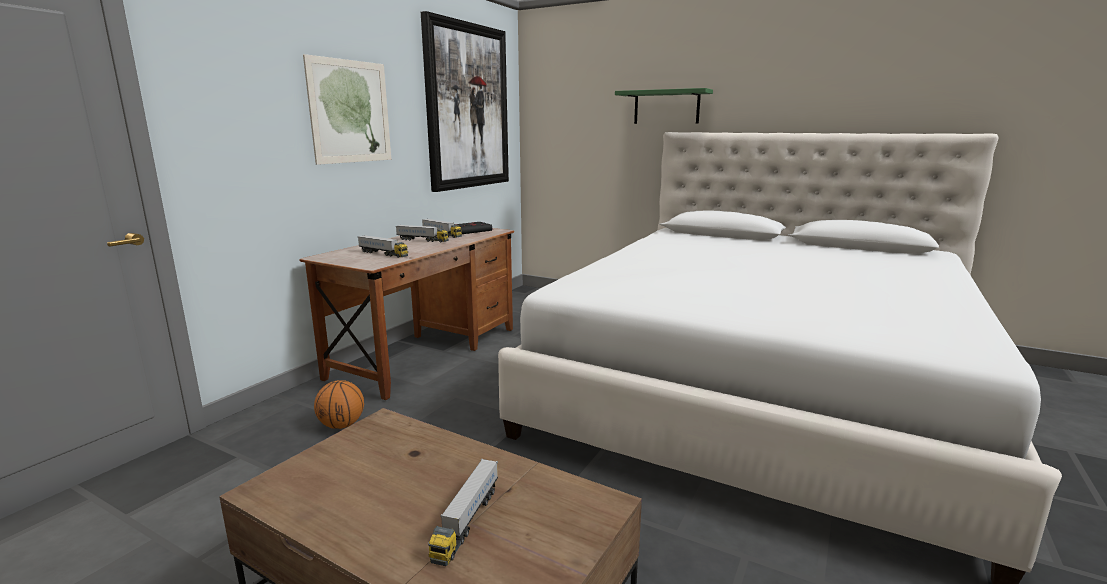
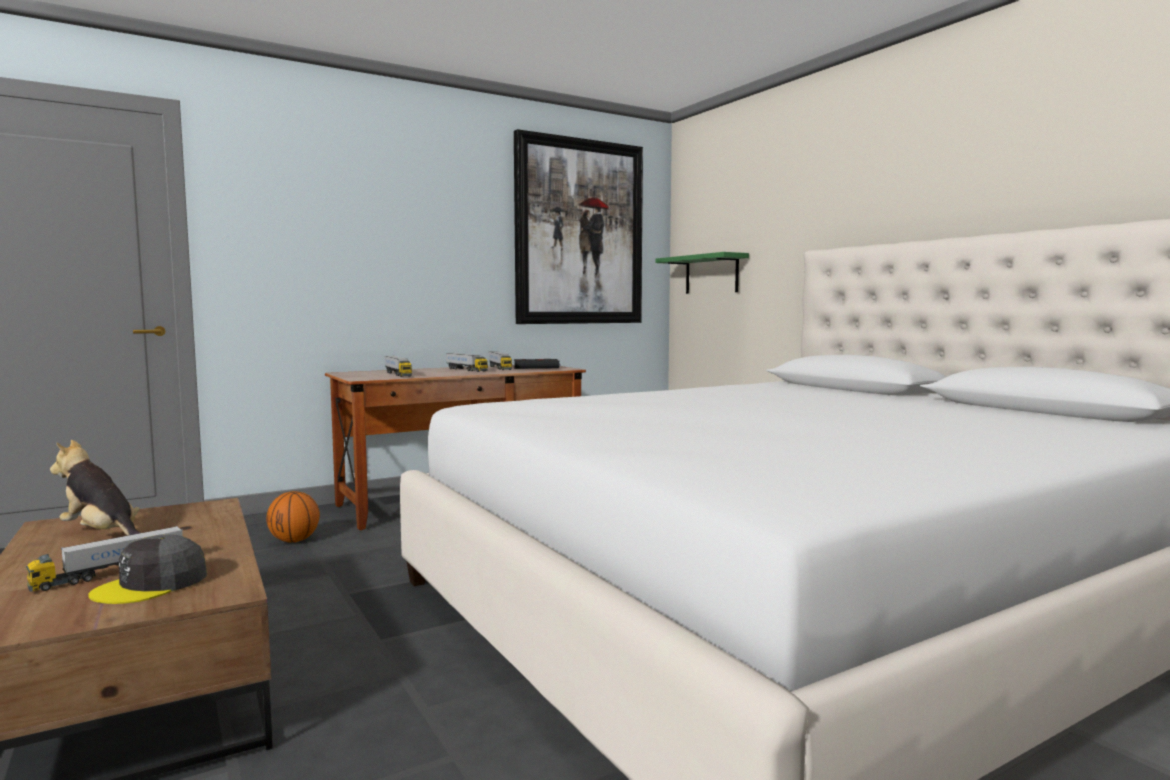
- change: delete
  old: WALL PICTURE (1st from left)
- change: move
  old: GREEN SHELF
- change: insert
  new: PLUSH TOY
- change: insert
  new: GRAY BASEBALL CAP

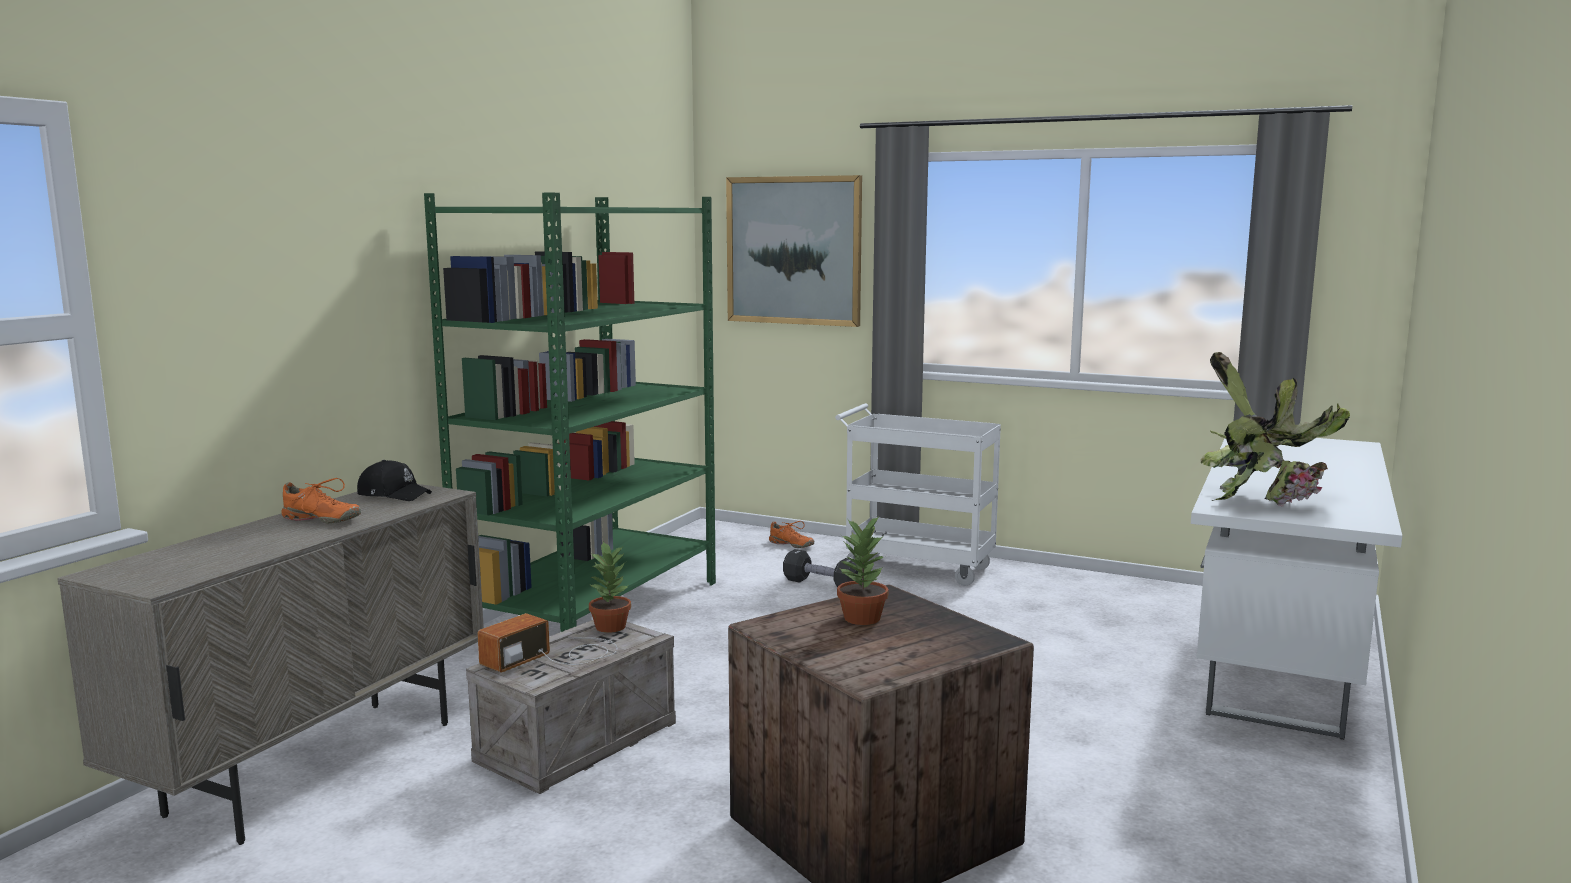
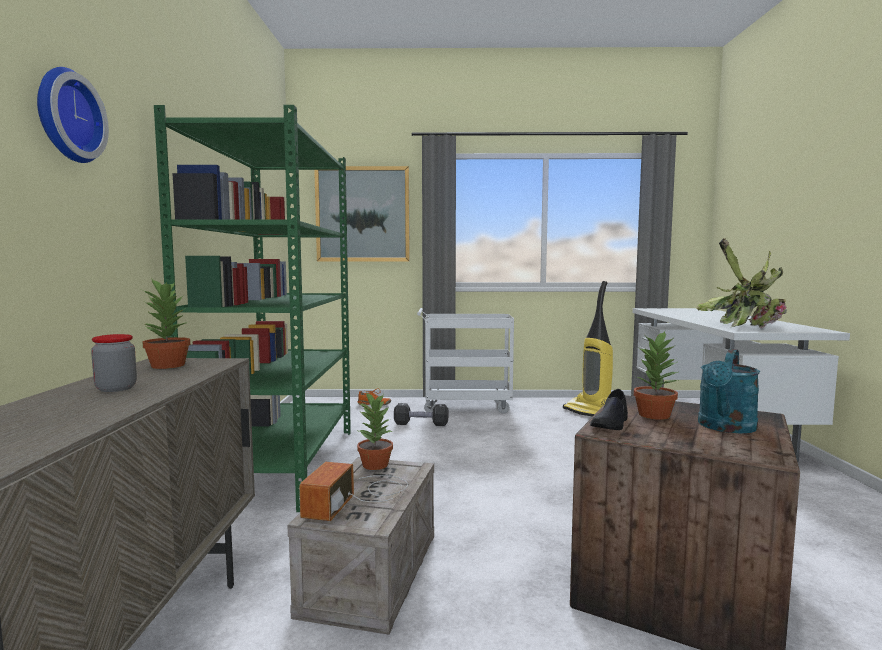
- change: replace
  old: BLACK-COLOURED BASEBALL CAP
  new: PLANT IN A POT (1st from left)
- change: replace
  old: ORANGE-COLOURED LOW SHOE (1st from left)
  new: STORAGE JAR
- change: insert
  new: HANGING CLOCK
- change: insert
  new: VACUUM CLEANER
- change: insert
  new: TURQUOISE-COLOURED SPRINKLING CAN
- change: insert
  new: BLACK-COLOURED LOW SHOE

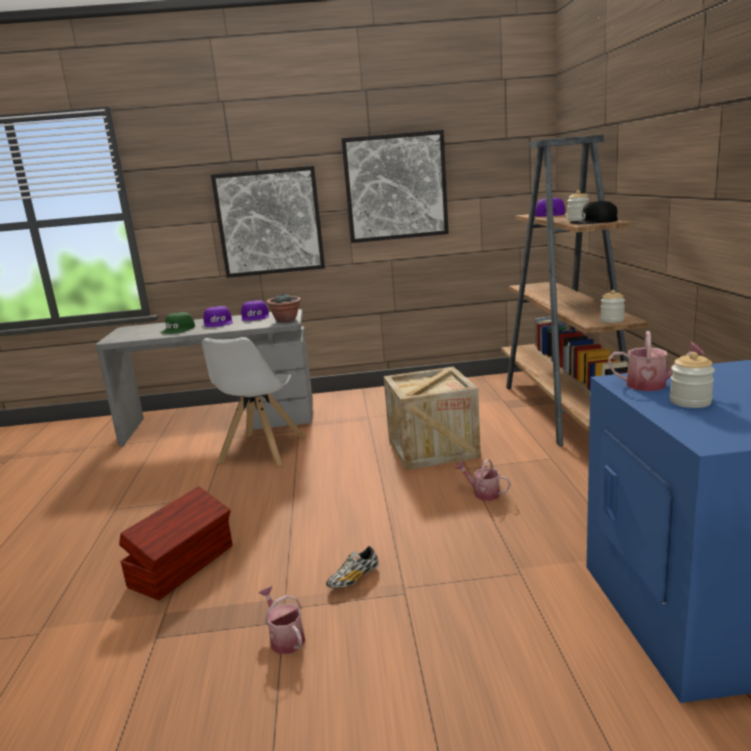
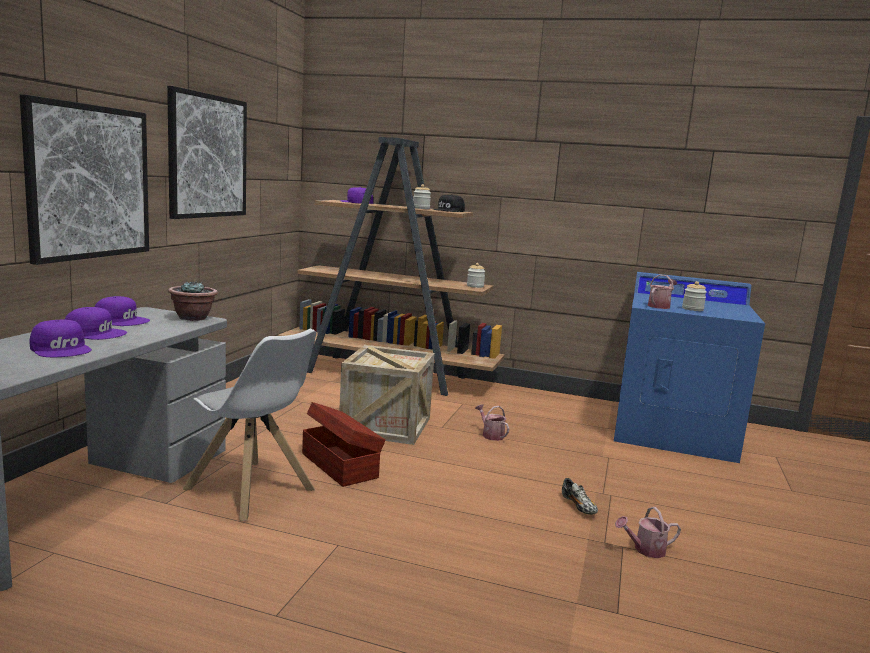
- change: recolor
  old: GREEN BASEBALL CAP
  new: PURPLE BASEBALL CAP (1st from left)
- change: rotate
  old: SPRINKLING CAN (2nd from left in the first image)
  degrees: 90
- change: move
  old: BROWN-COLOURED STORAGE BIN

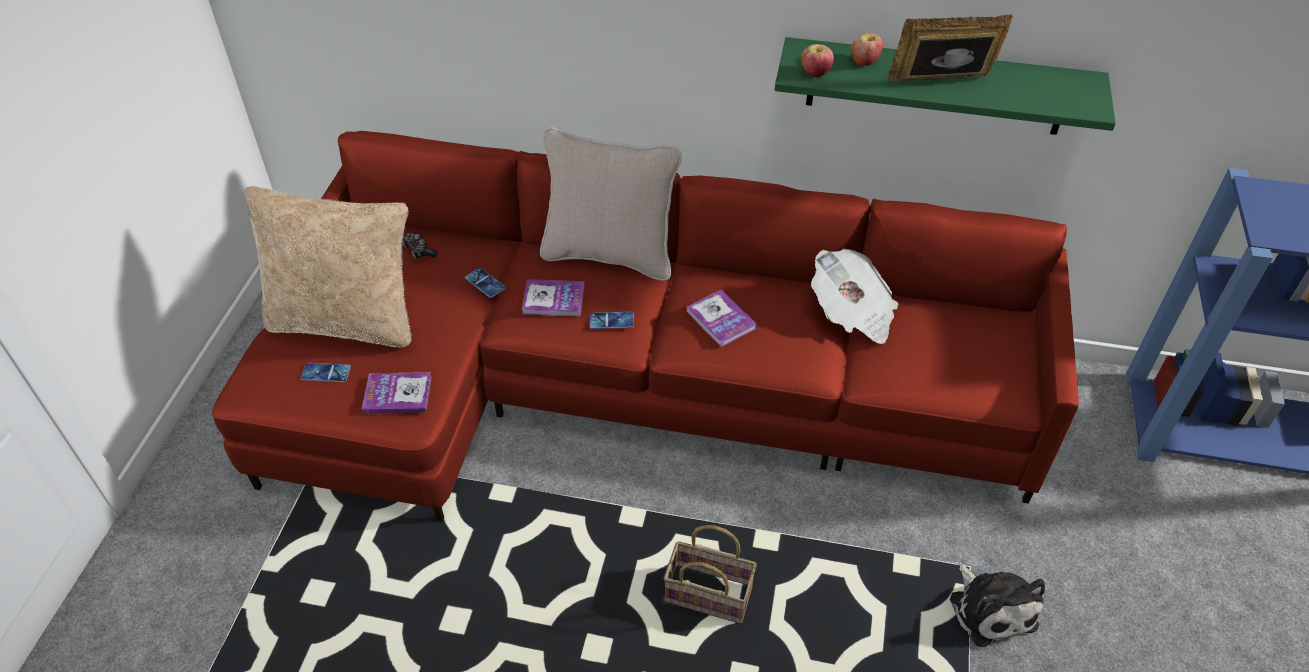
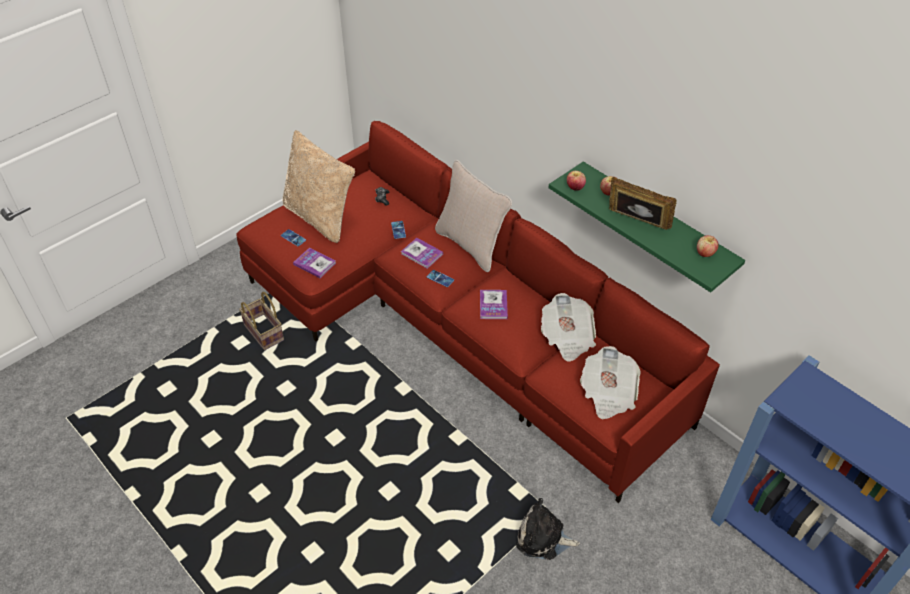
- change: move
  old: STORAGE BASKET
- change: rotate
  old: PLUSH TOY
  degrees: 90
- change: insert
  new: APPLE (3rd from left)
- change: insert
  new: PRINTED PAPER (2nd from left)

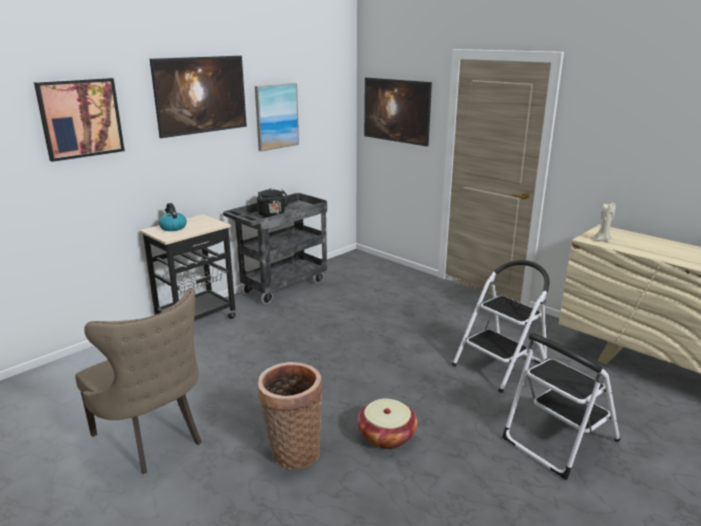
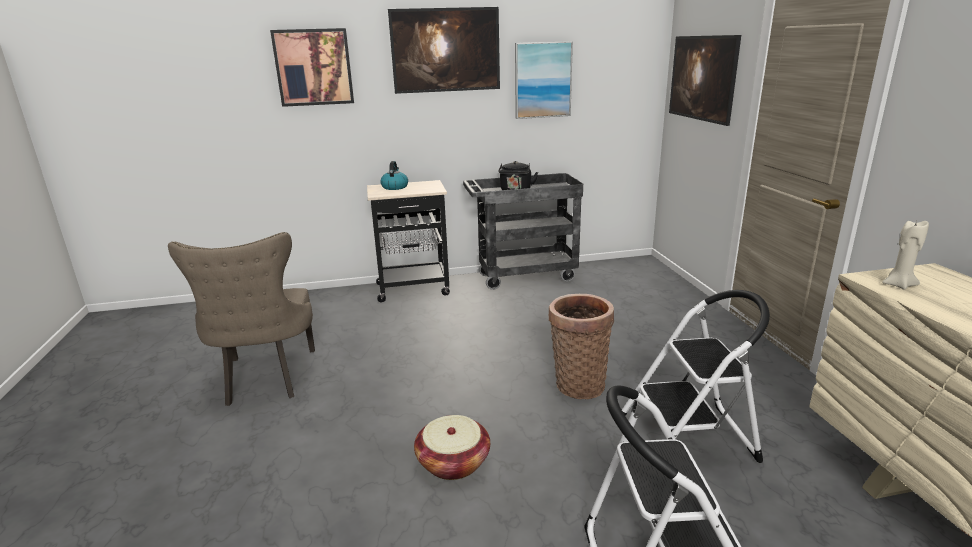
- change: move
  old: STORAGE BASKET (1st from left in the first image)
  new: STORAGE BASKET (2nd from left)

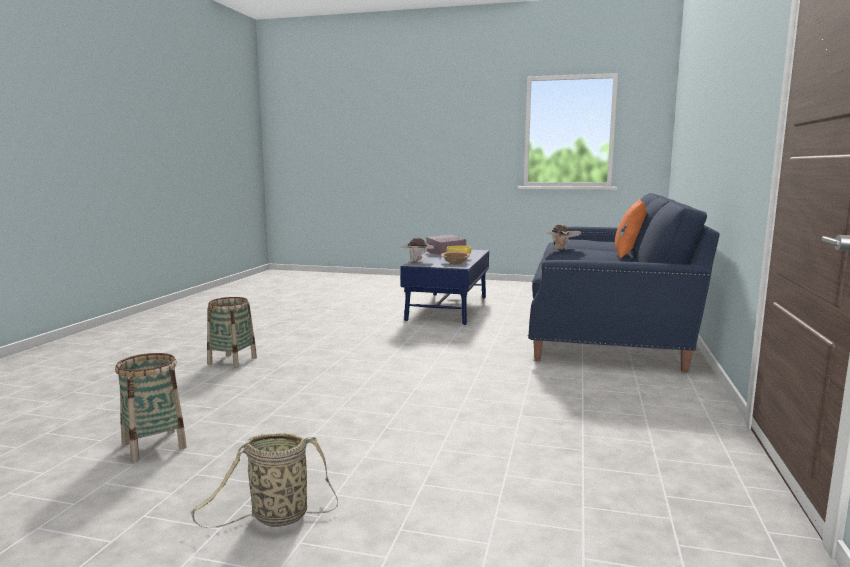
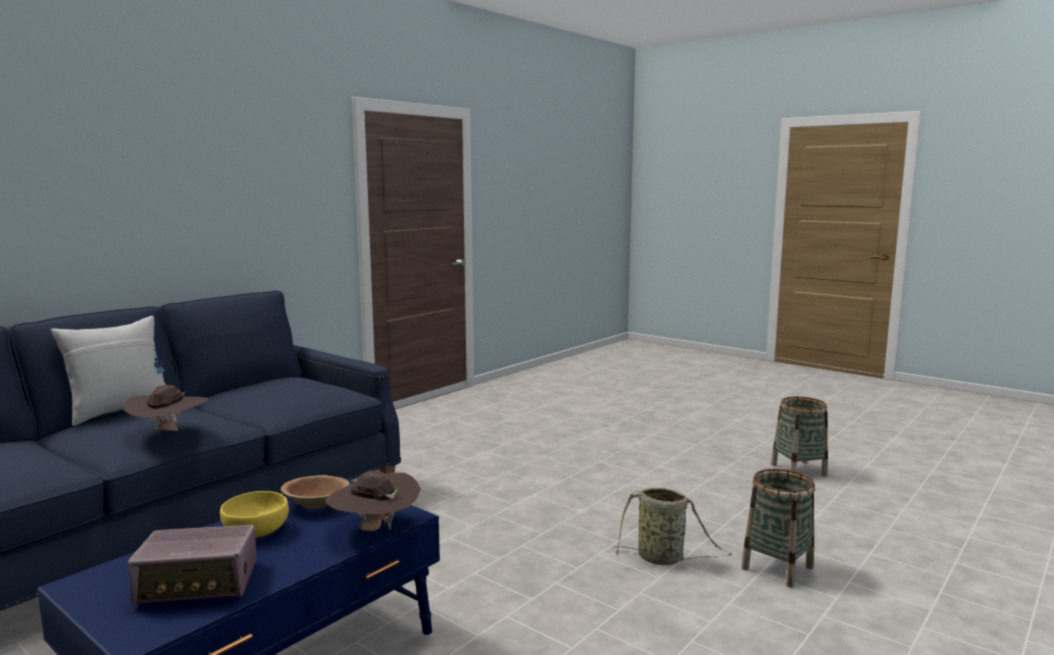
- change: recolor
  old: ORANGE-COLOURED PILLOW
  new: GRAY PILLOW
- change: move
  old: STORAGE BASKET (3rd from left in the first image)
  new: STORAGE BASKET (1st from left)

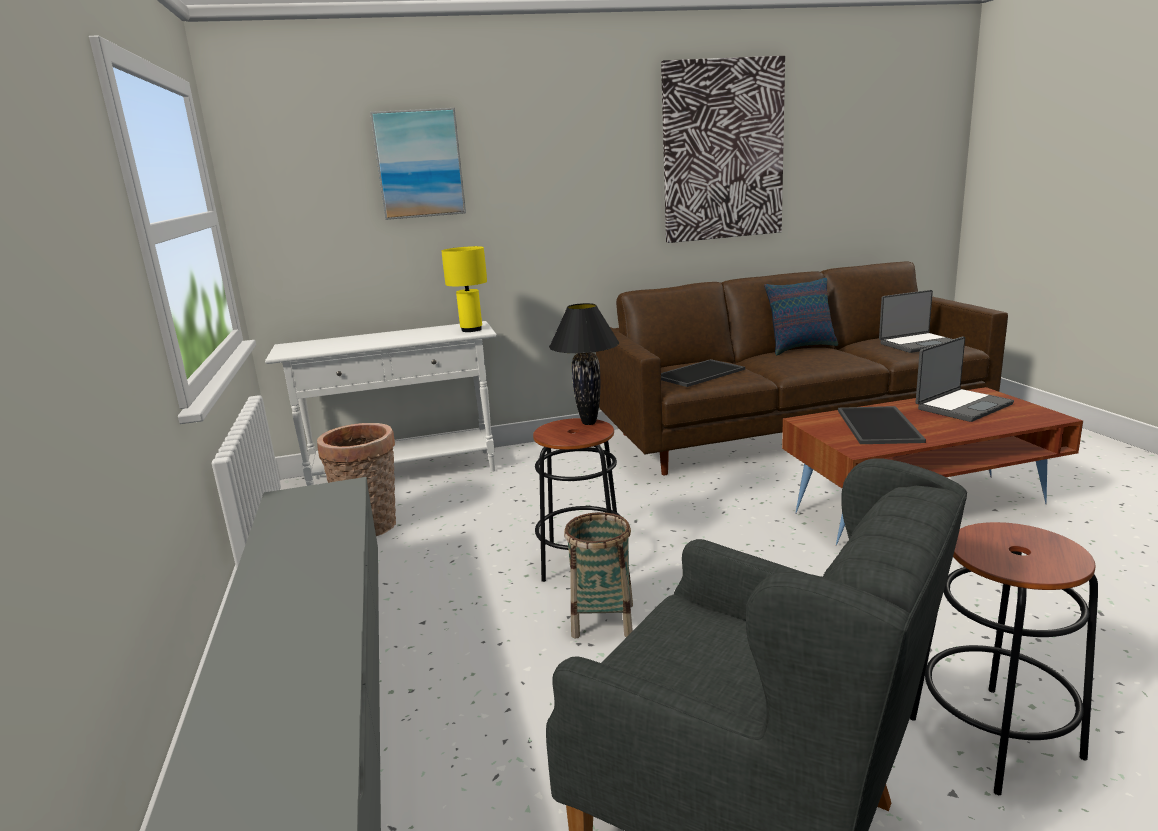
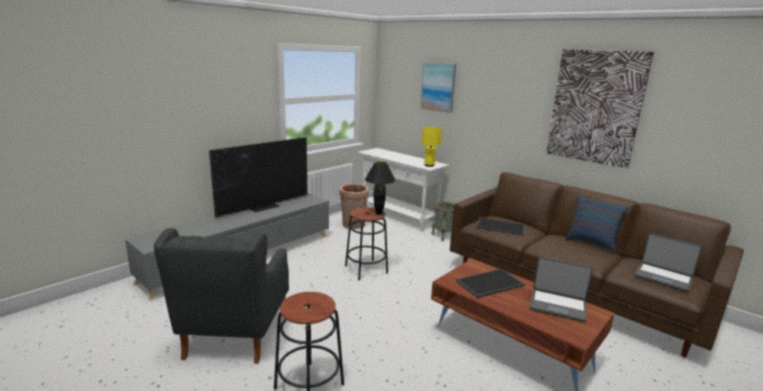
- change: move
  old: STORAGE BASKET (2nd from left)
- change: insert
  new: TV SET

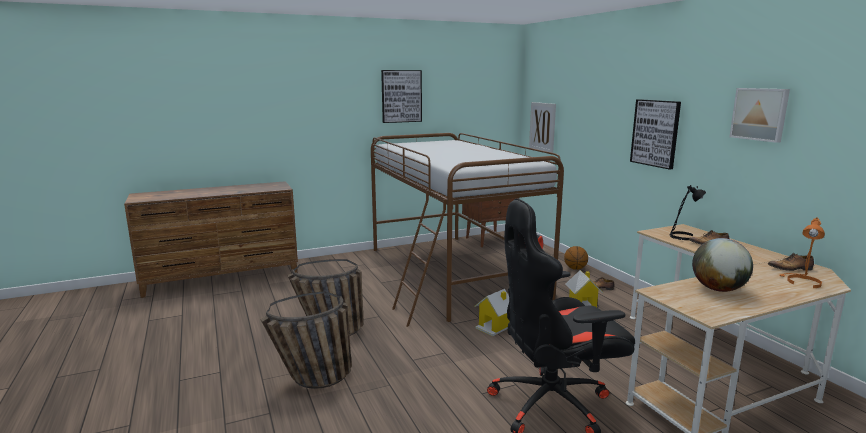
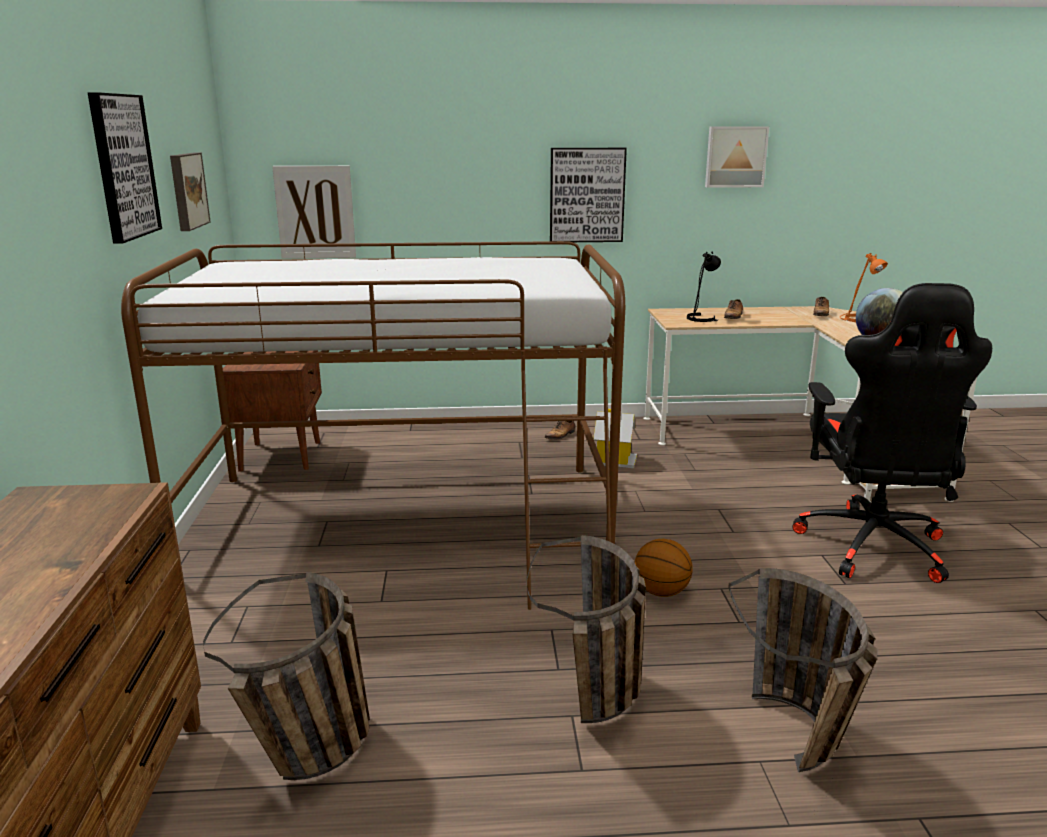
- change: move
  old: BALL FOR BASKETBALL
- change: delete
  old: TOY HOUSE (1st from left)
- change: insert
  new: WALL PICTURE (2nd from left)
- change: insert
  new: STORAGE BASKET (1st from left)

